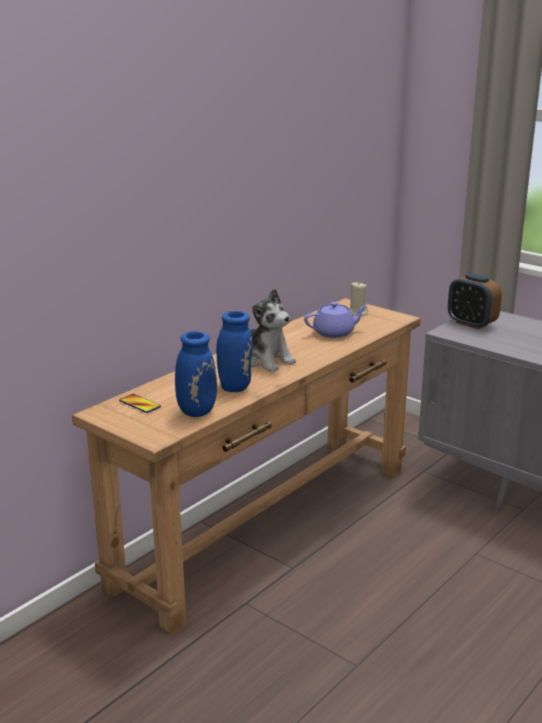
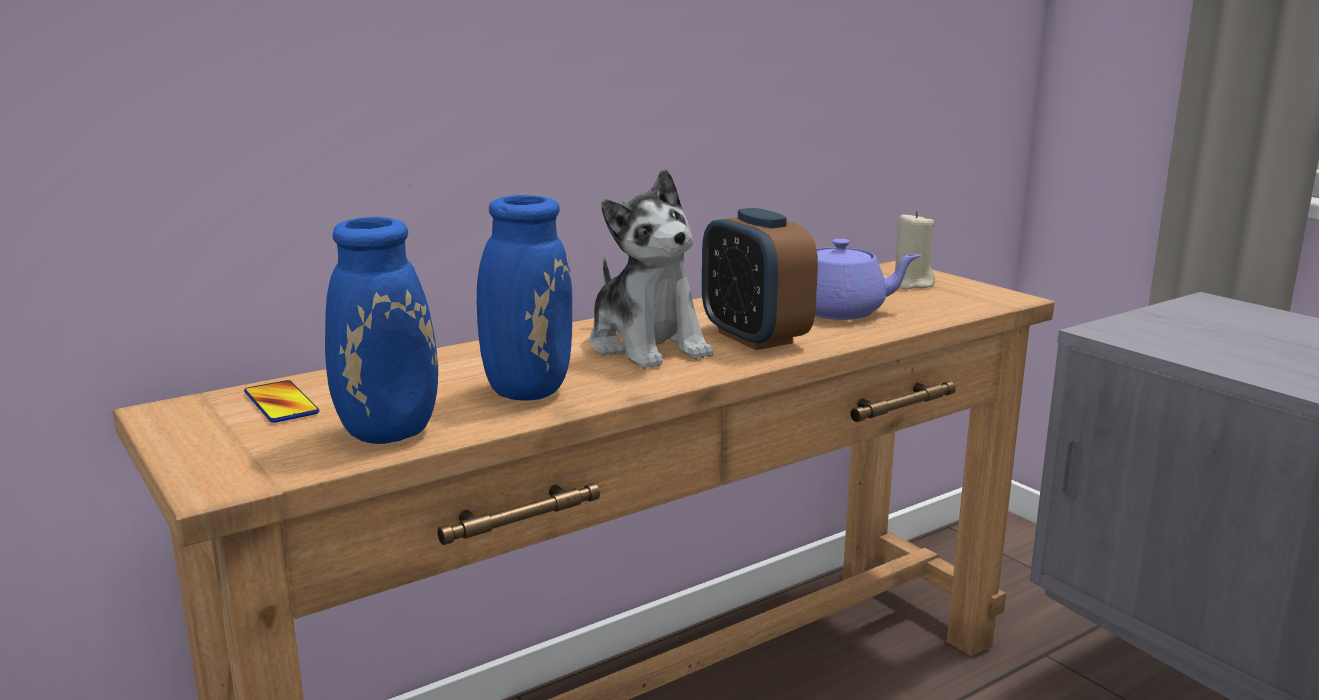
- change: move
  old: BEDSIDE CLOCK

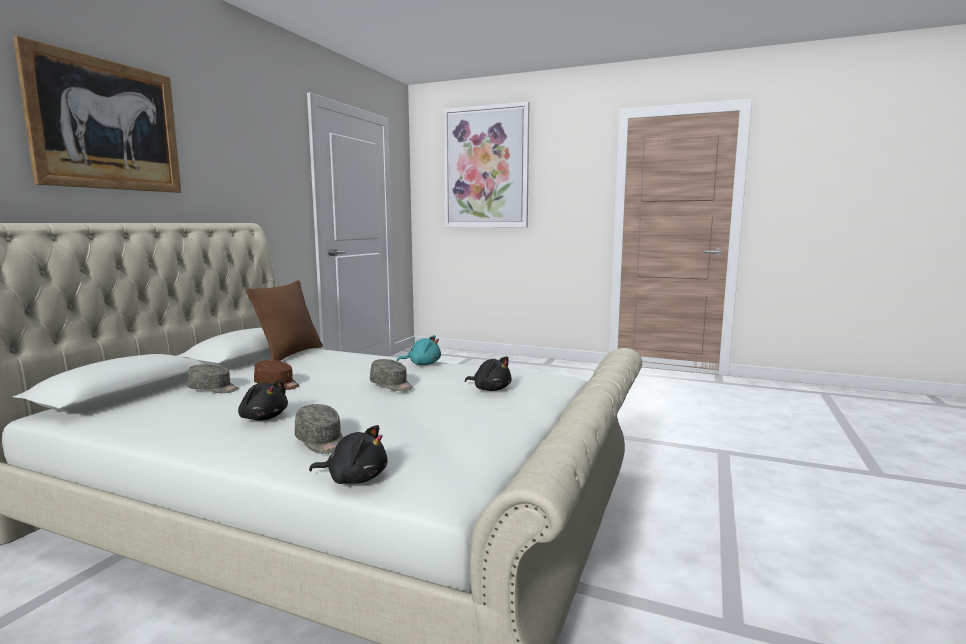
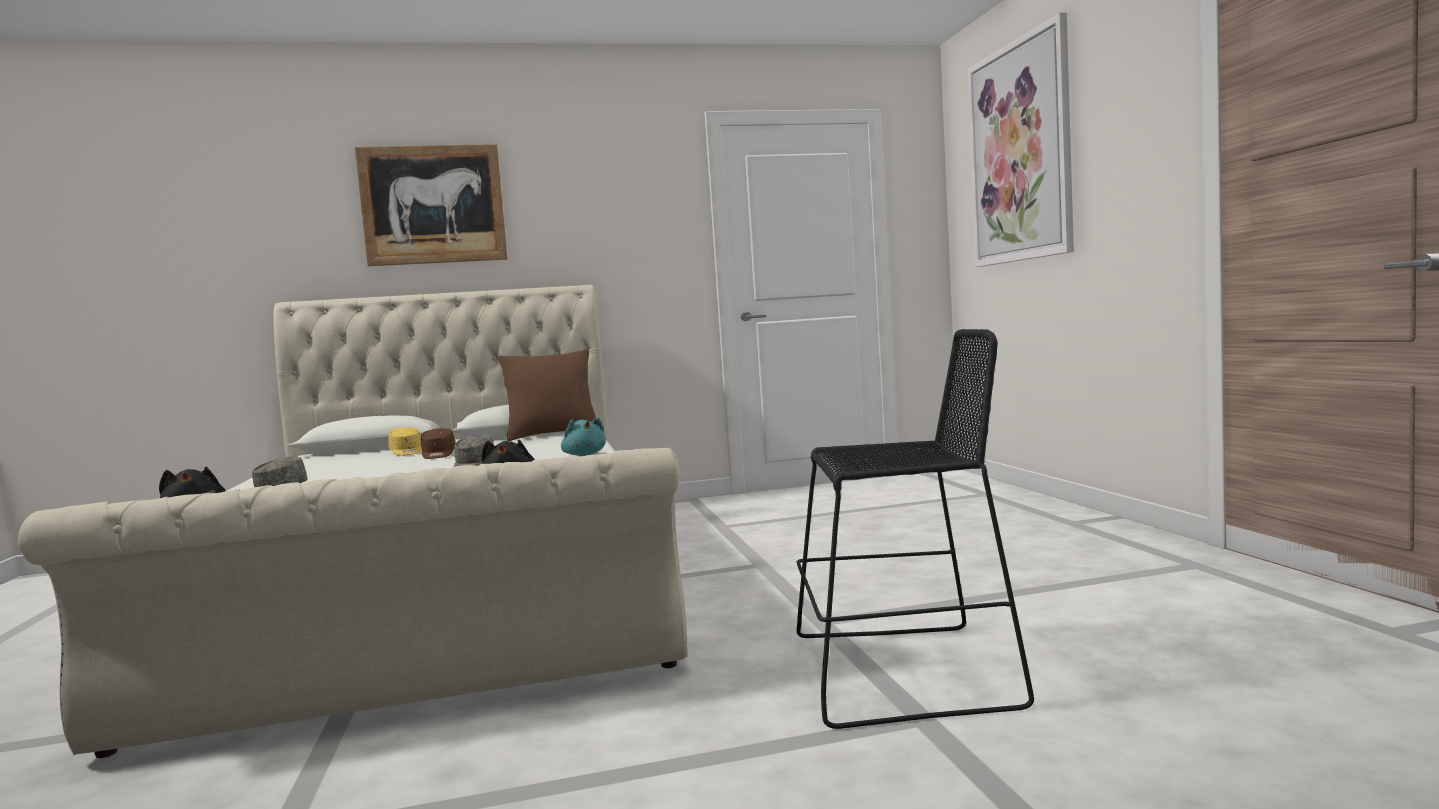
- change: recolor
  old: GRAY BASEBALL CAP (1st from left)
  new: YELLOW-COLOURED BASEBALL CAP
- change: delete
  old: BLACK-COLOURED PLUSH TOY (1st from left)
- change: insert
  new: BLACK-COLOURED SITTING STOOL

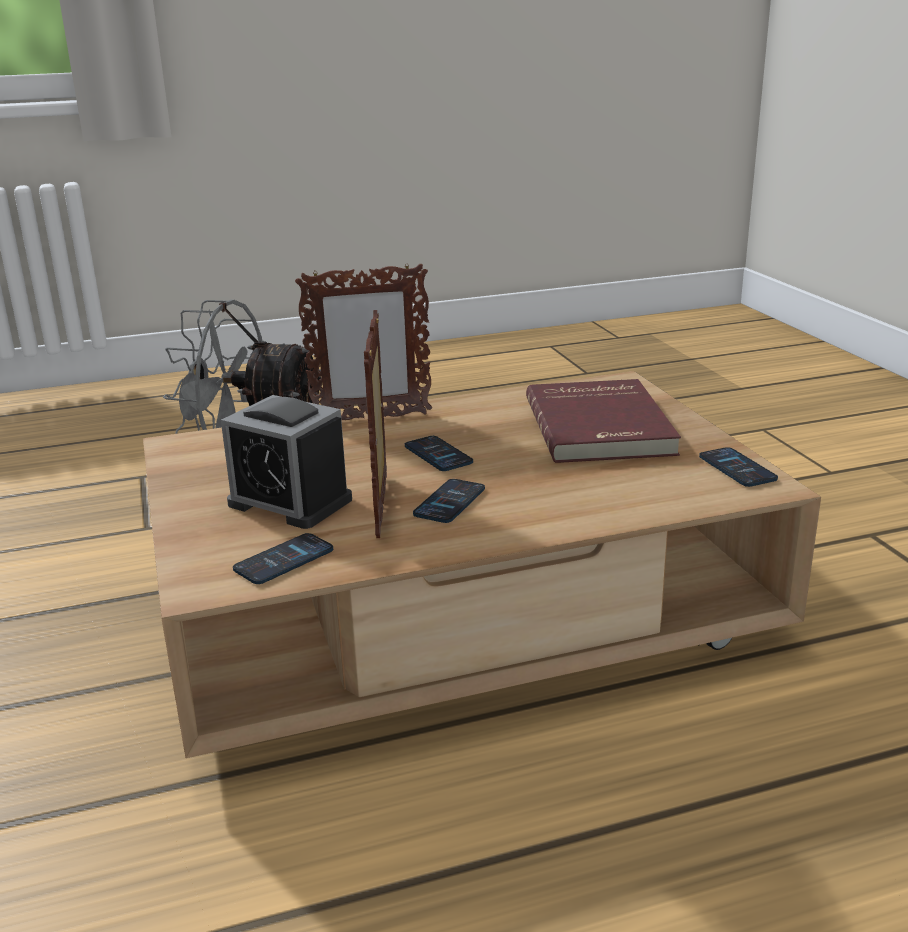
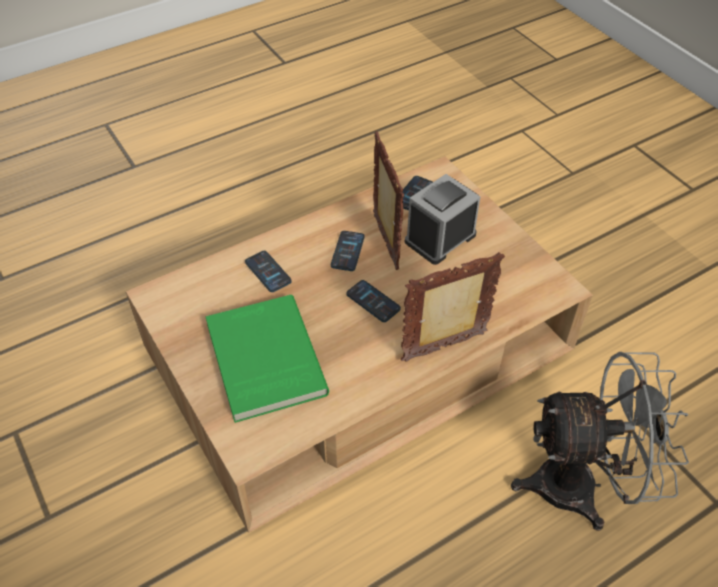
- change: recolor
  old: REDDISH BOOK
  new: GREEN BOOK
- change: rotate
  old: BEDSIDE CLOCK
  degrees: -60
- change: move
  old: HANDSET (4th from left in the first image)
  new: HANDSET (1st from left)

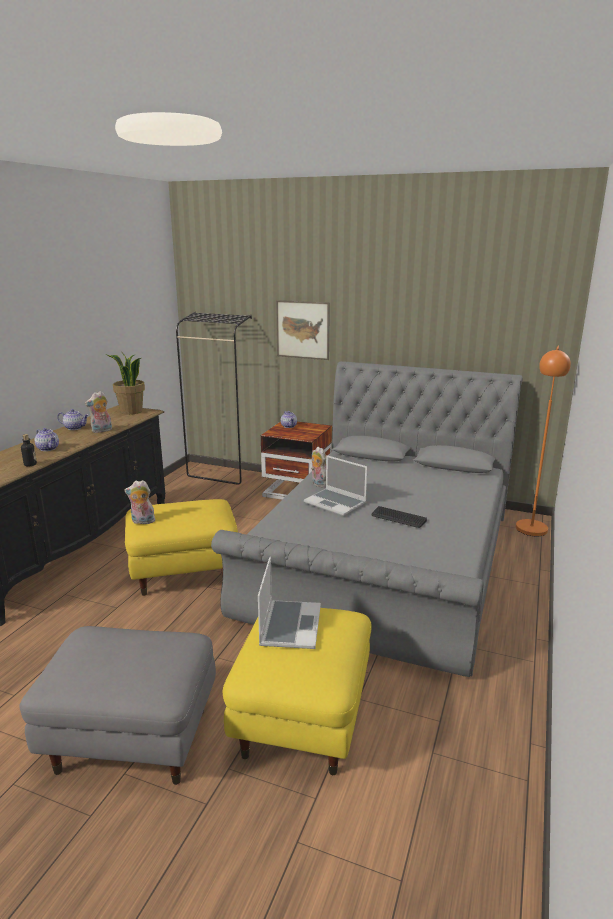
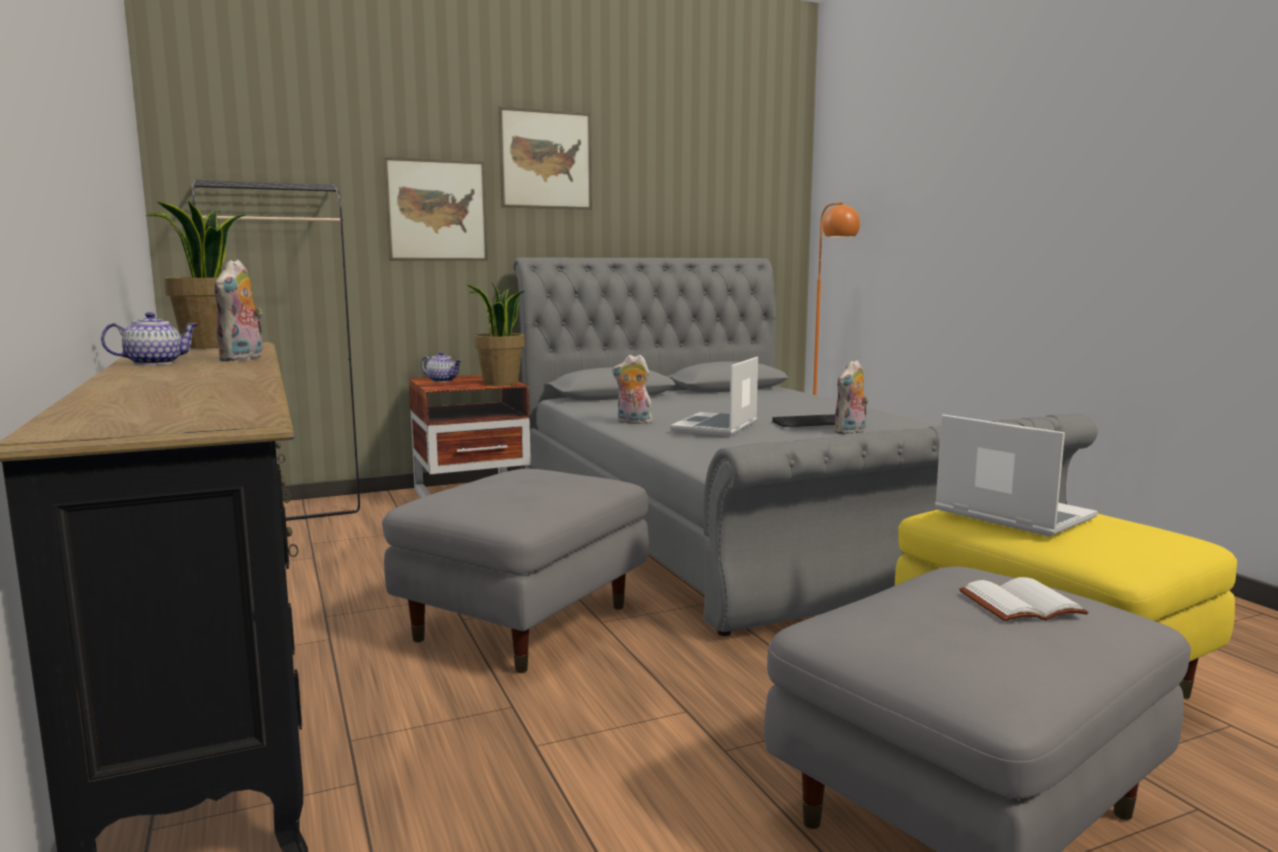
- change: delete
  old: TEA POT (1st from left)
- change: delete
  old: BEVERAGE BOTTLE
- change: rotate
  old: NOTEBOOK COMPUTER (2nd from left in the first image)
  degrees: 120
- change: move
  old: PLUSH TOY (2nd from left in the first image)
  new: PLUSH TOY (3rd from left)
- change: recolor
  old: YELLOW-COLOURED OTTOMAN (1st from left)
  new: GRAY OTTOMAN (1st from left)
- change: insert
  new: WALL PICTURE (2nd from left)
- change: insert
  new: PLANT IN A POT (2nd from left)
- change: insert
  new: WHITISH BOOK

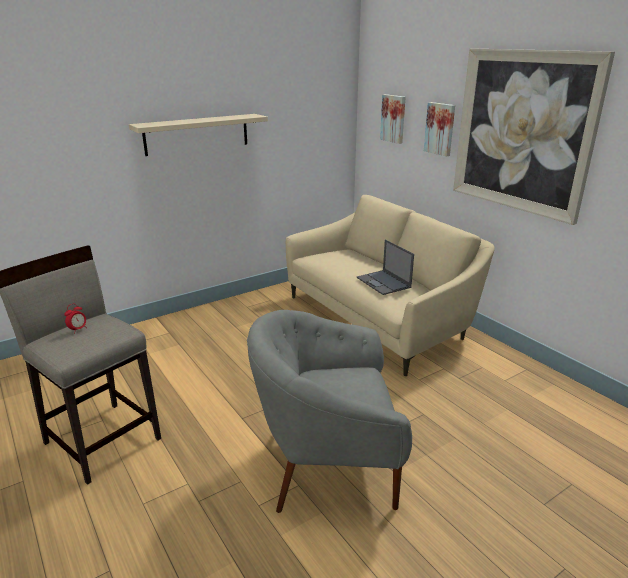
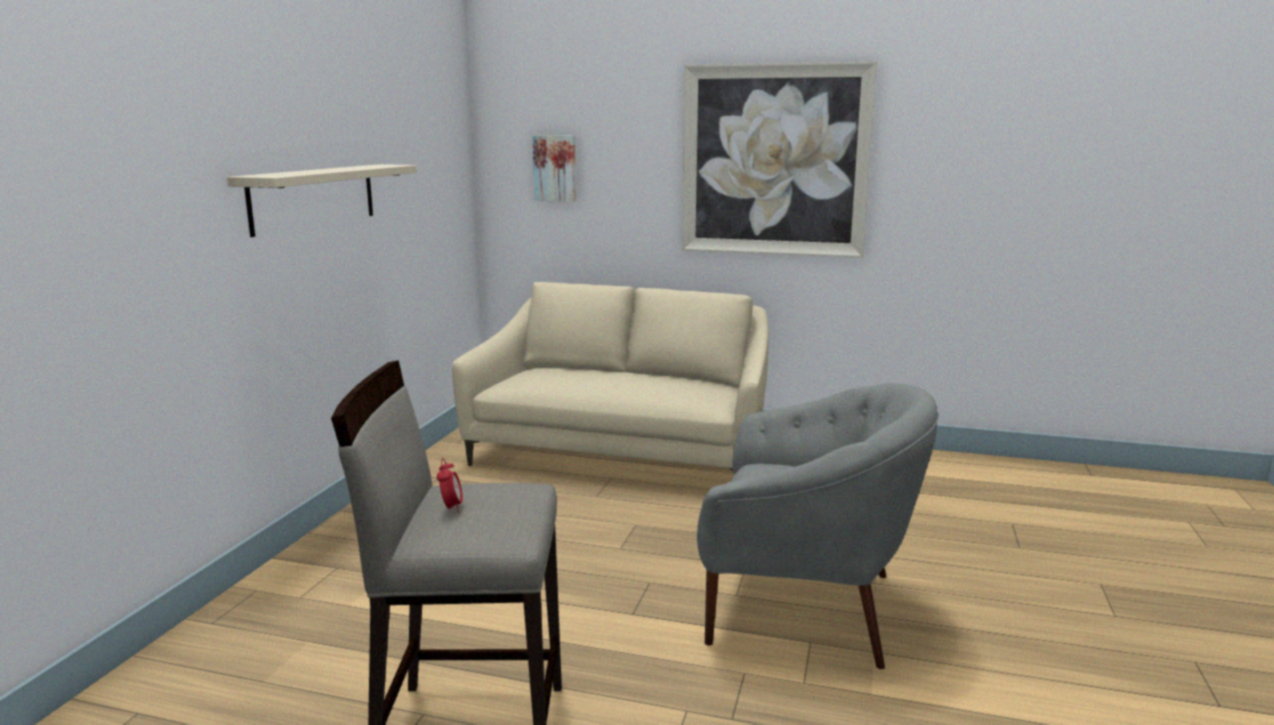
- change: delete
  old: WALL PICTURE (2nd from left)
- change: delete
  old: NOTEBOOK COMPUTER
- change: rotate
  old: GRAY EASY CHAIR
  degrees: -120

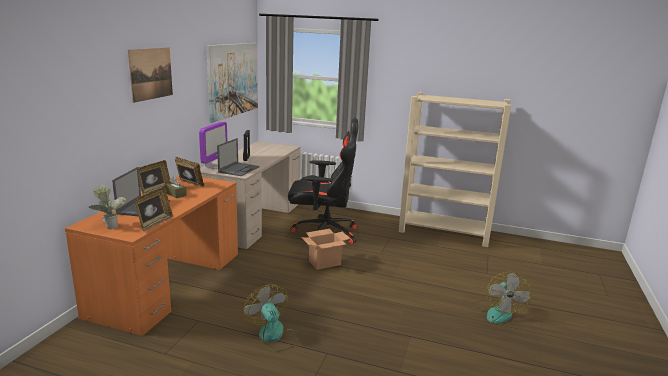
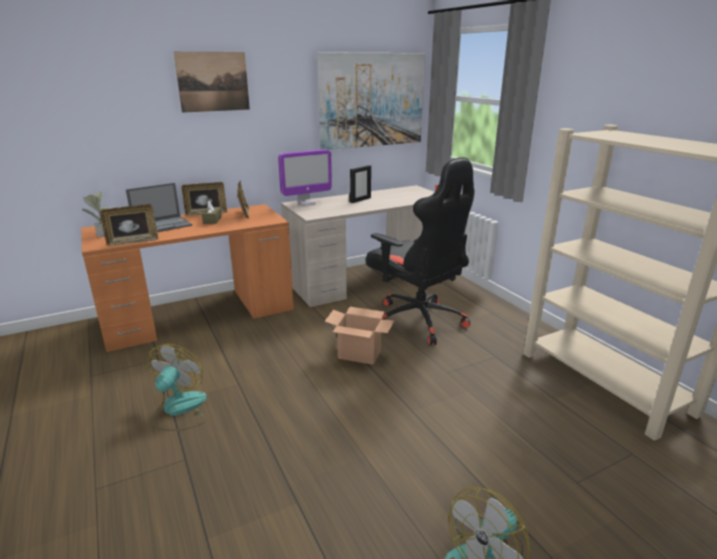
- change: delete
  old: NOTEBOOK COMPUTER (2nd from left)

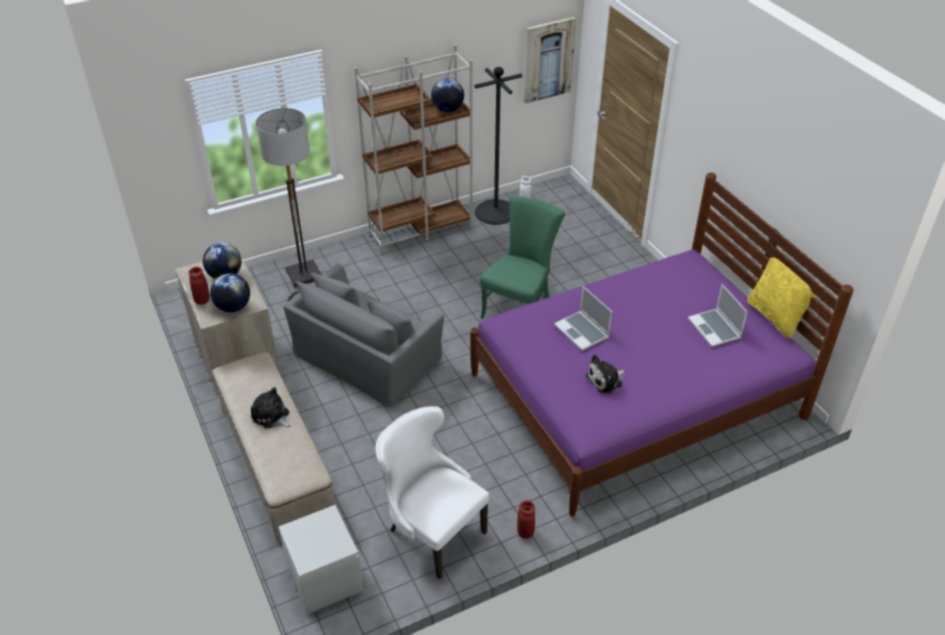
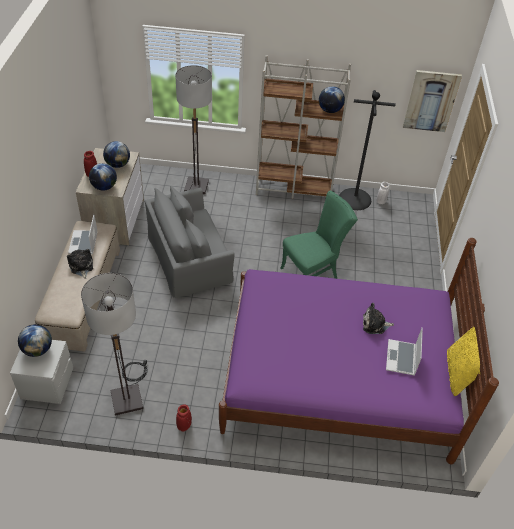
- change: move
  old: NOTEBOOK COMPUTER (1st from left)
- change: move
  old: PLUSH TOY (2nd from left)
- change: replace
  old: WHITISH UPRIGHT CHAIR
  new: STANDING LAMP (1st from left)
- change: insert
  new: DESK GLOBE (1st from left)

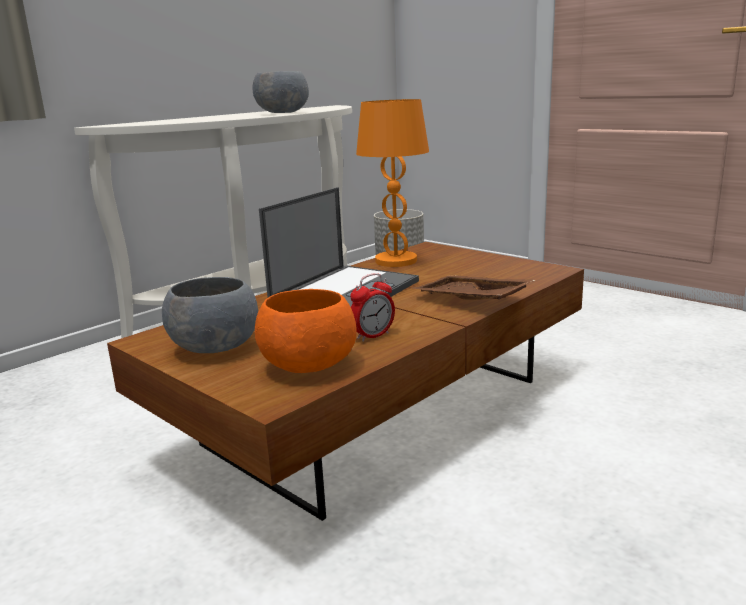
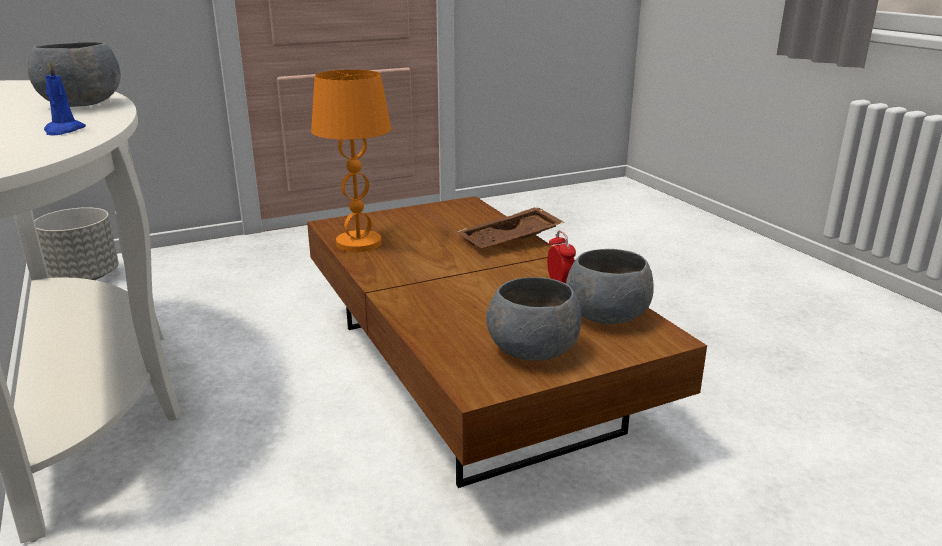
- change: delete
  old: NOTEBOOK COMPUTER
- change: recolor
  old: ORANGE-COLOURED SERVING BOWL
  new: GRAY SERVING BOWL (3rd from left)
- change: insert
  new: BLUISH WAX LIGHT

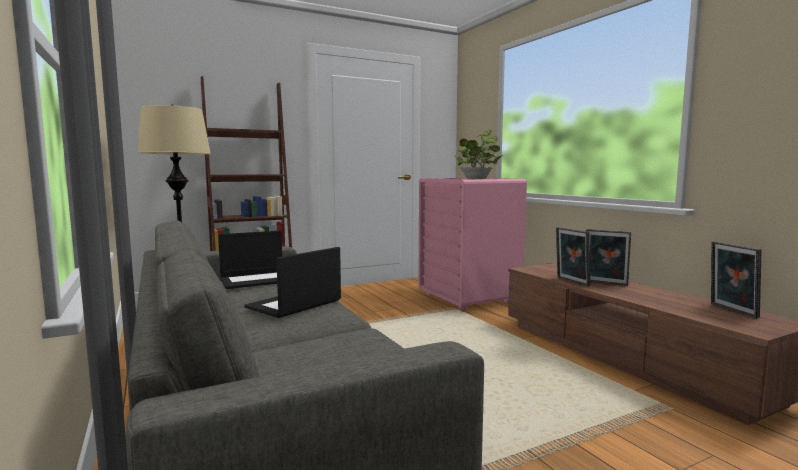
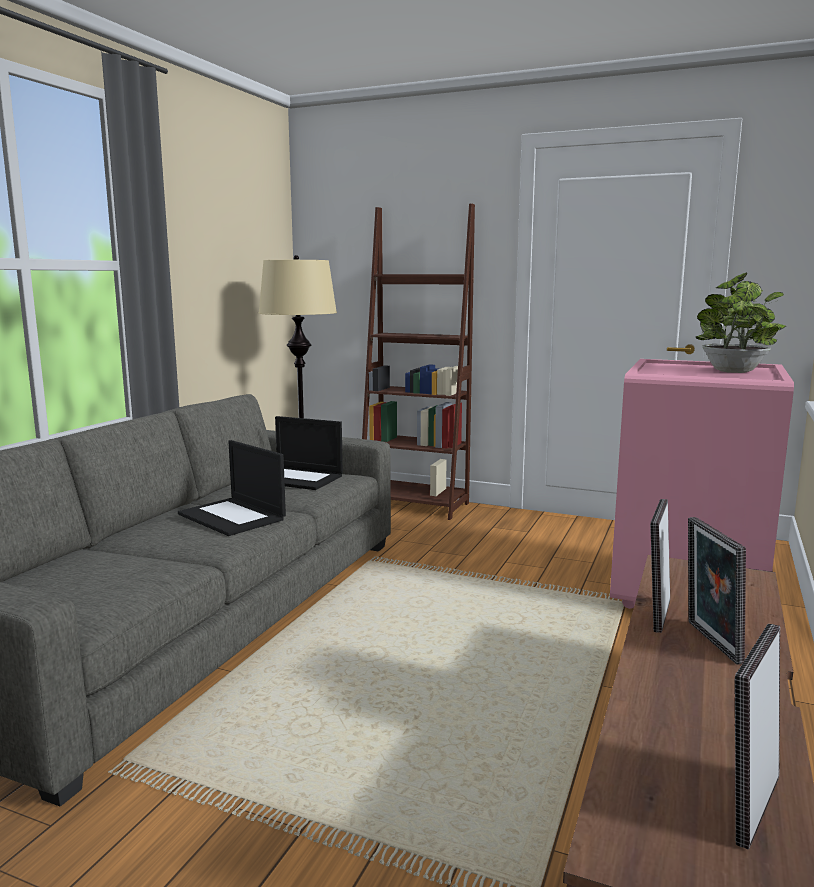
- change: rotate
  old: NOTEBOOK COMPUTER (2nd from left in the first image)
  degrees: -135

